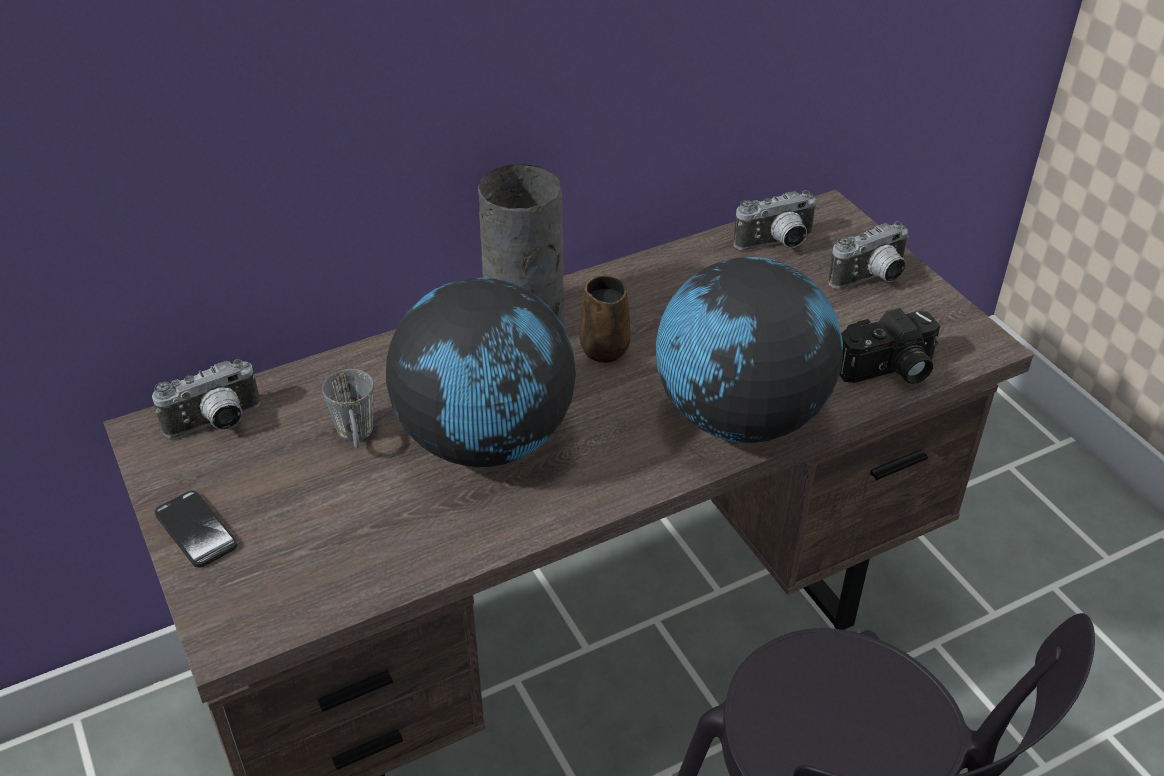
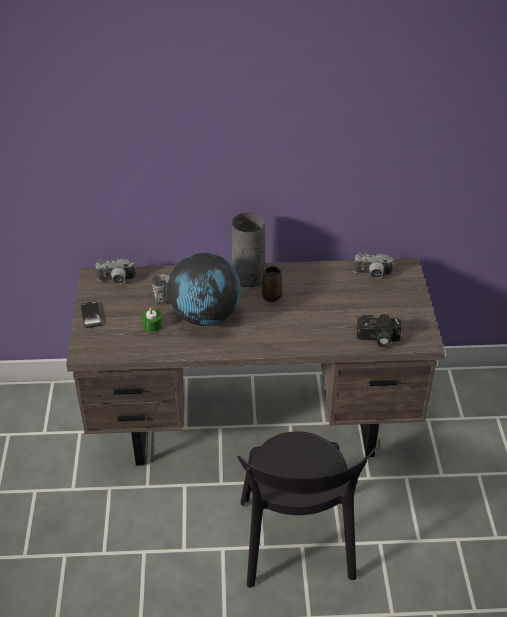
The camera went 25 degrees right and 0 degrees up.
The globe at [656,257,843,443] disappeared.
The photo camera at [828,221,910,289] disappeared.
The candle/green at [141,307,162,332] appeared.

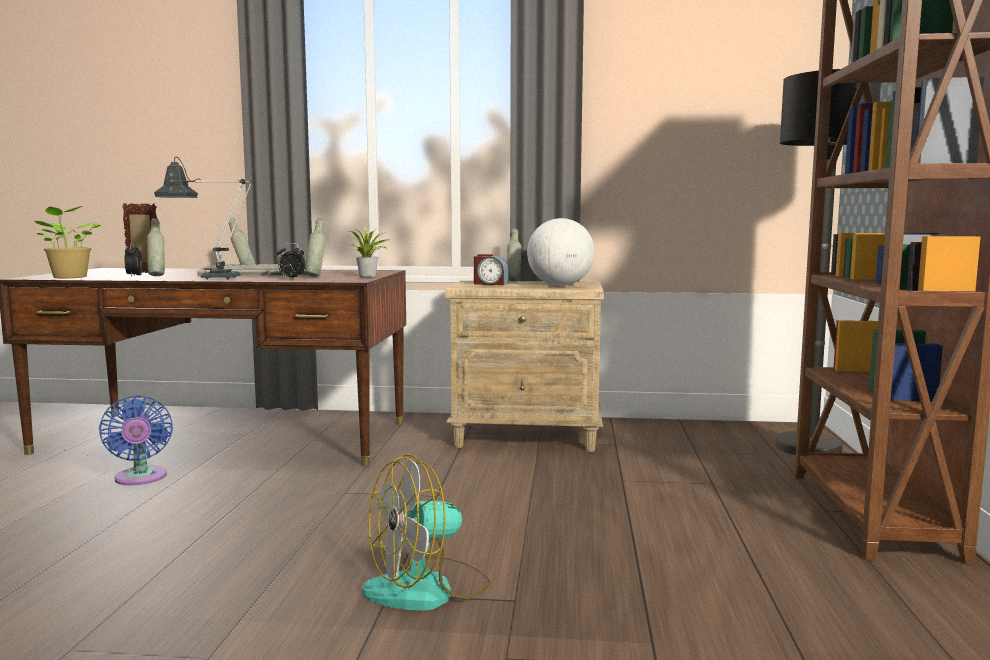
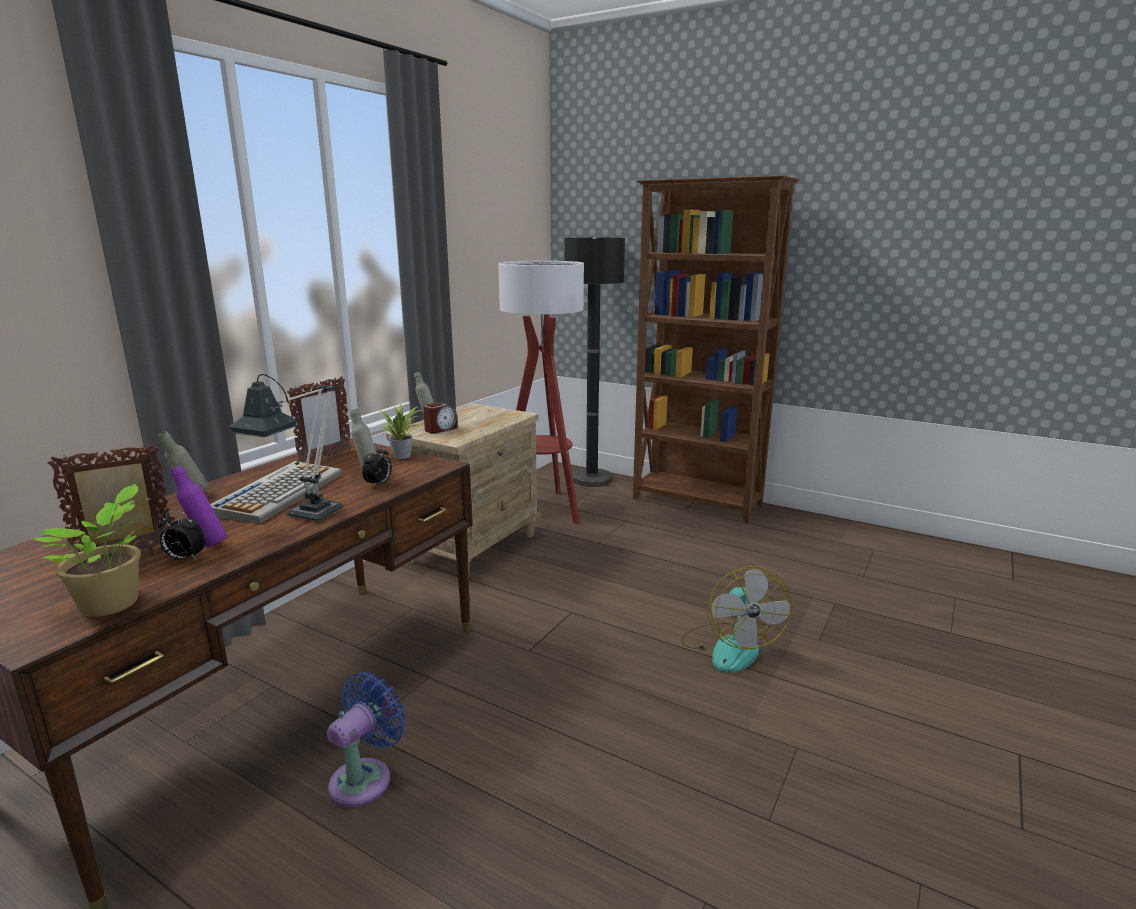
The camera went 65 degrees left and 10 degrees up.
The fan/blue at [99,395,173,486] turned 60 degrees counterclockwise.
The bottle/grey at [147,218,165,276] became the bottle/purple at [171,466,226,547].
The globe at [527,218,595,286] disappeared.
The picture frame at [287,376,352,462] appeared.
The floor lamp at [498,261,584,524] appeared.

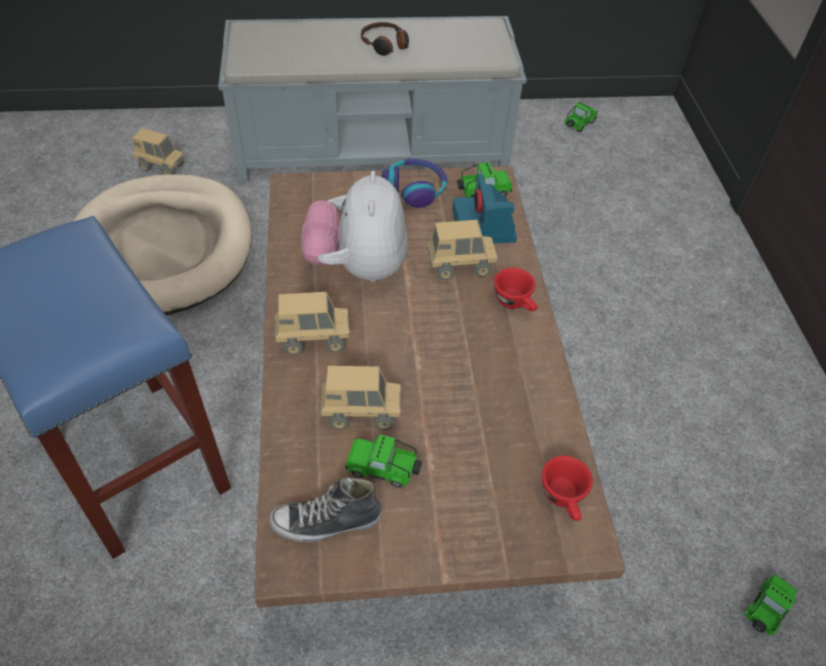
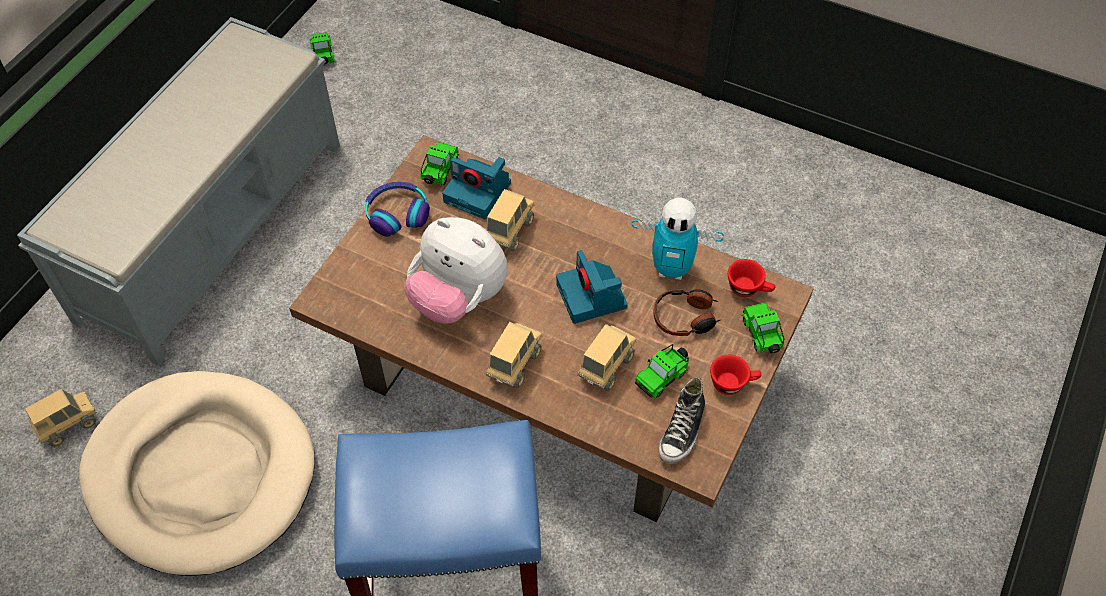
The camera went 55 degrees left and 5 degrees up.
The headphones moved from [361,22,409,56] to [653,289,720,336].
The cup/red moved from [494,268,538,311] to [710,355,761,395].
The toy car moved from [744,574,798,636] to [741,303,785,354].
The photo camera at [556,250,628,324] appeared.
The toy robot at [632,198,724,280] appeared.

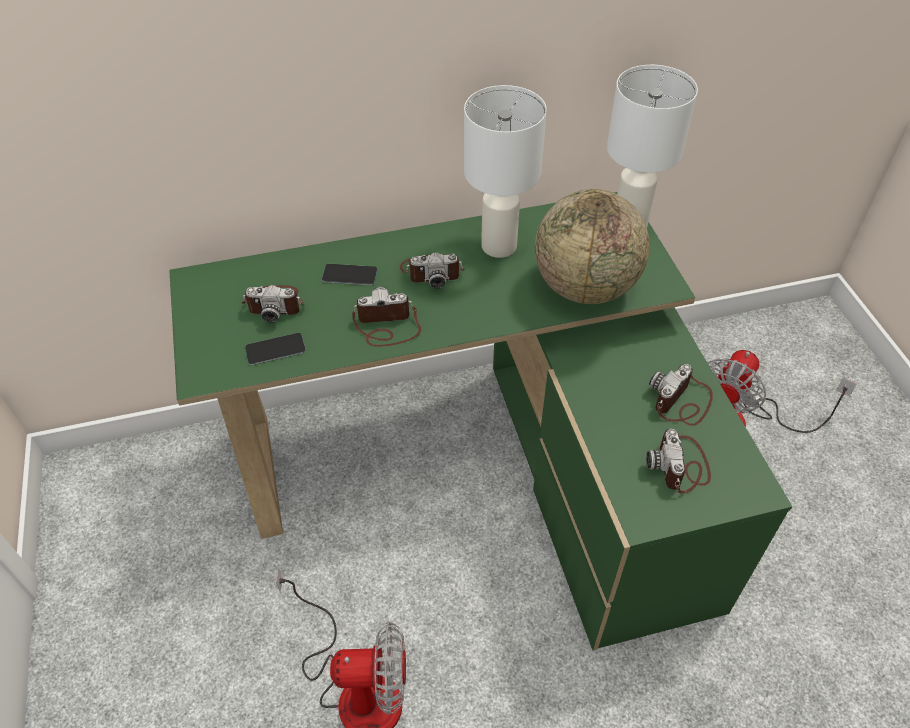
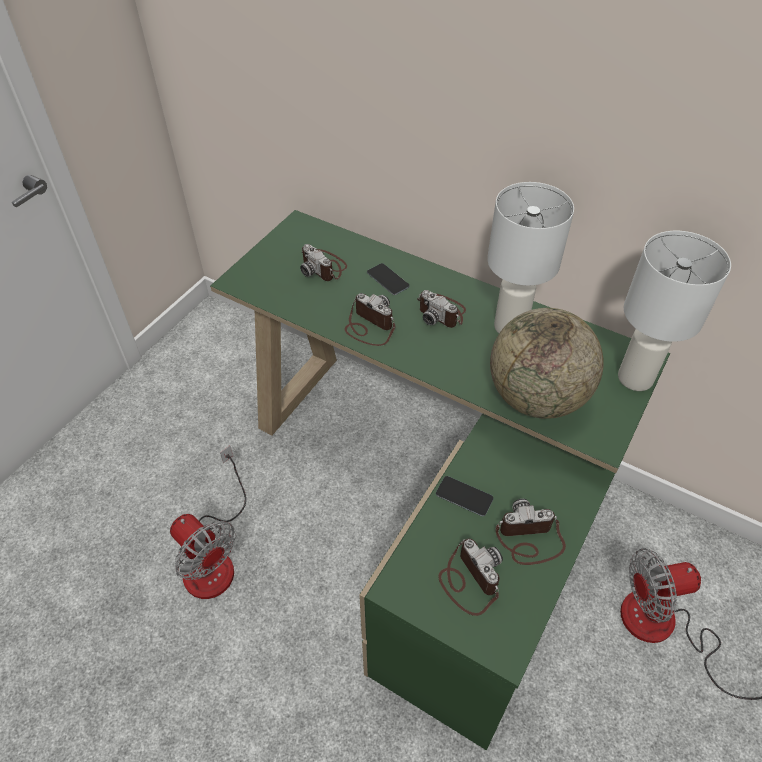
The camera went 45 degrees right and 0 degrees up.
The phone moved from [245,333,306,365] to [436,476,493,516].
The photo camera at [646,429,711,494] turned 105 degrees clockwise.

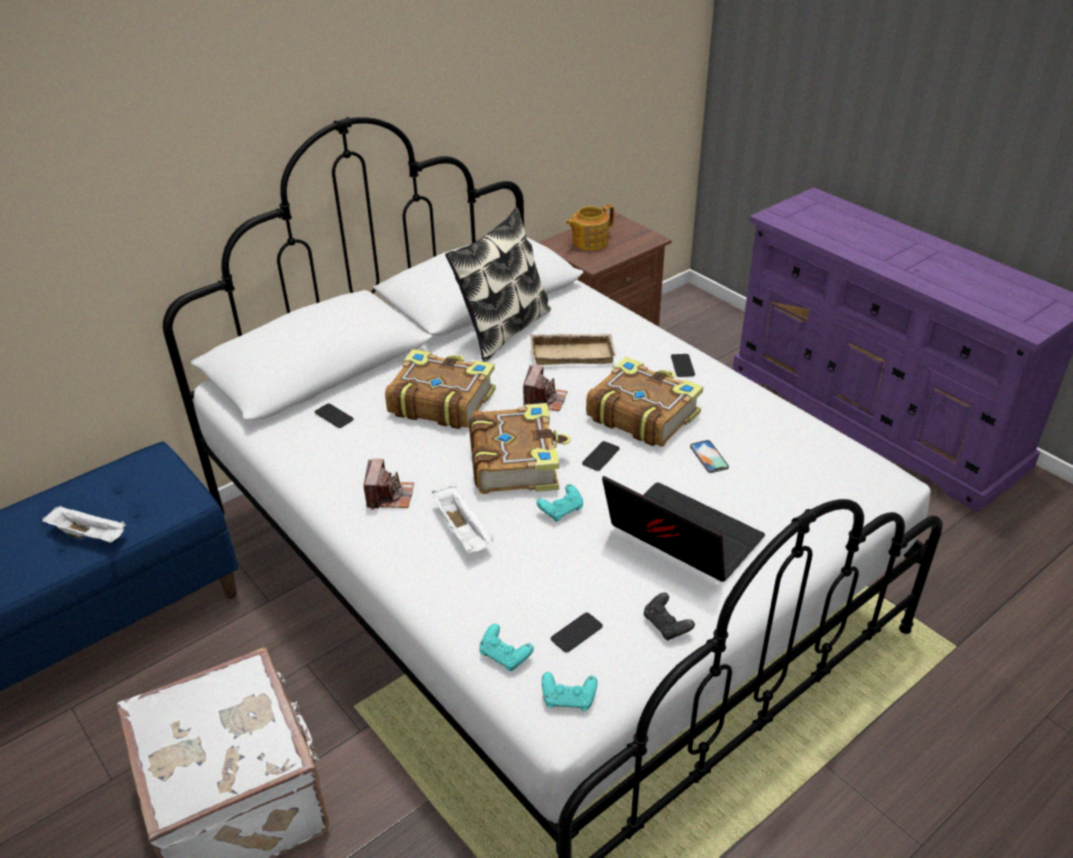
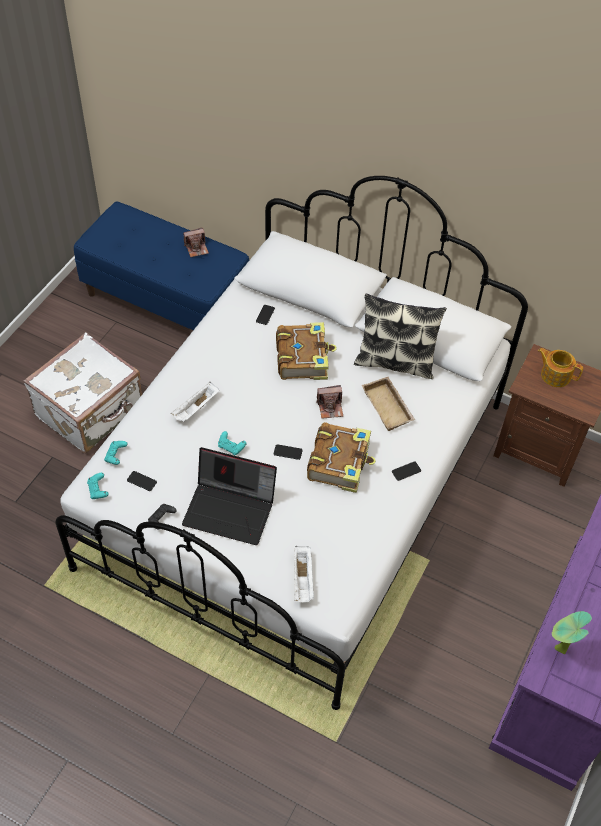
The camera went 65 degrees right and 15 degrees up.
The tray/white moved from [42,506,126,543] to [294,546,314,603].
The photo camera moved from [363,458,414,510] to [183,228,209,257].
The book at [469,403,571,494] disappeared.
The laptop at [602,476,765,582] turned 90 degrees clockwise.
The phone at [690,440,729,473] disappeared.
The potted plant at [552,611,592,654] appeared.

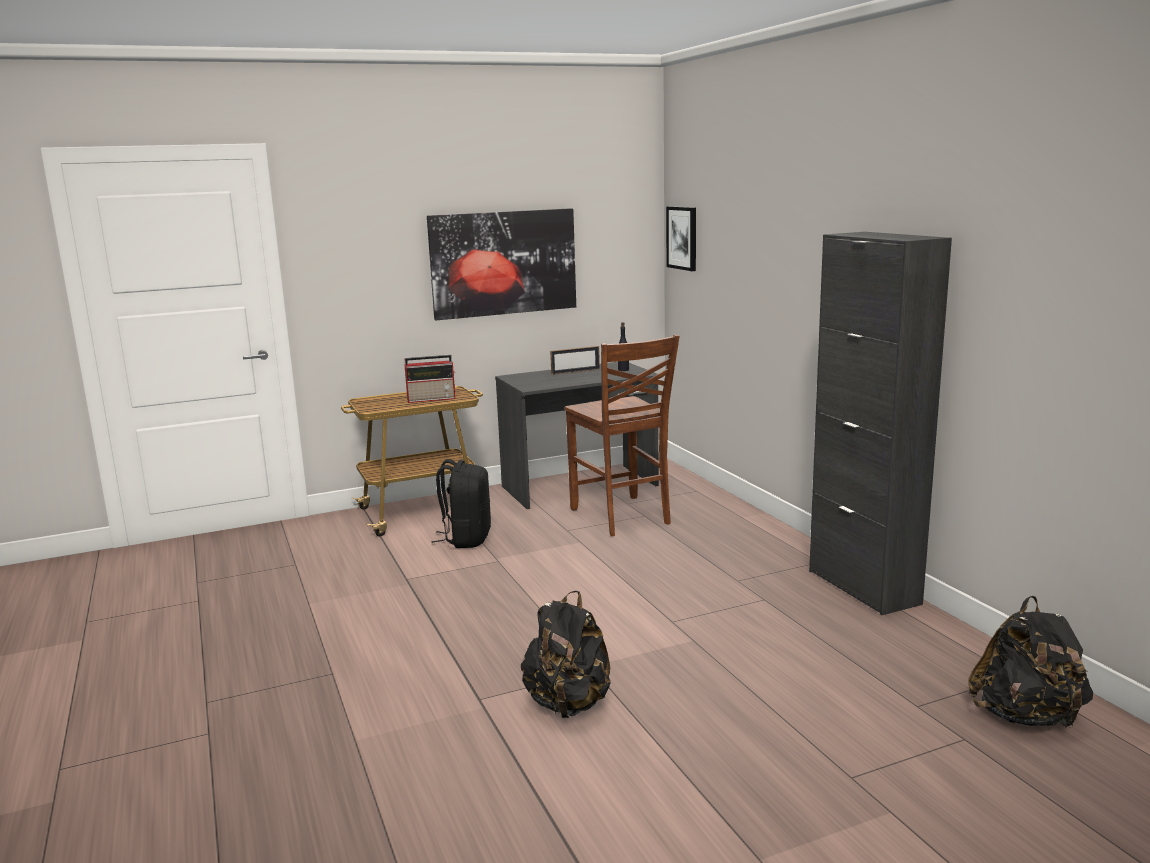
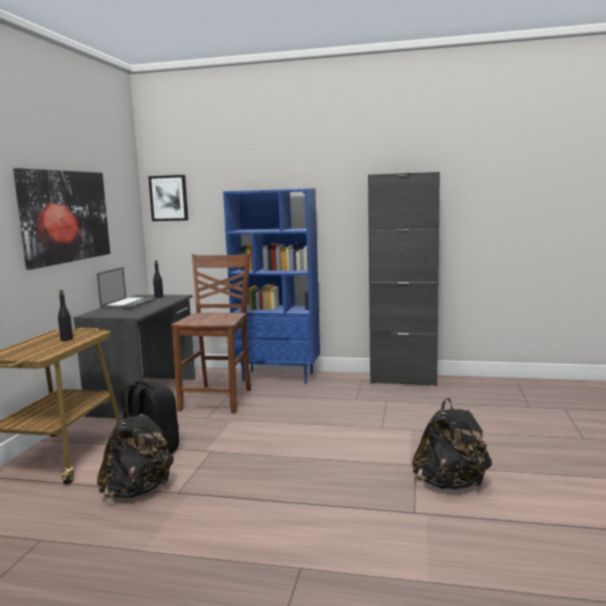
The camera went 55 degrees left and 5 degrees down.
The radio at [404,355,456,403] was replaced by the bottle/black at [58,290,73,341].
The picture frame at [550,346,600,375] was replaced by the laptop at [97,267,157,309].
The chair/brown at [565,335,680,536] turned 90 degrees counterclockwise.
The backpack/black moved from [968,596,1093,728] to [97,408,174,499].
The bookcase/blue at [223,188,320,384] appeared.

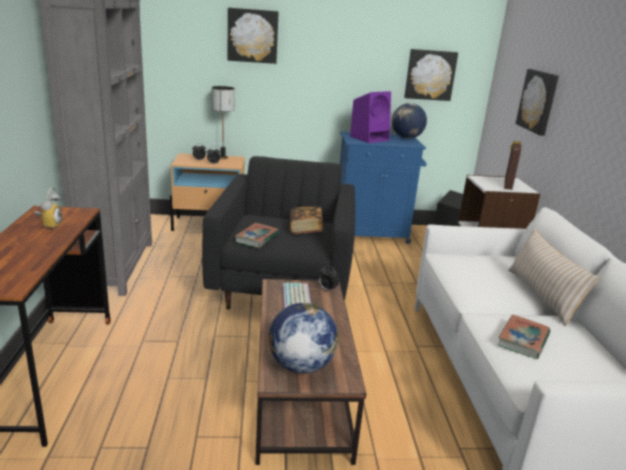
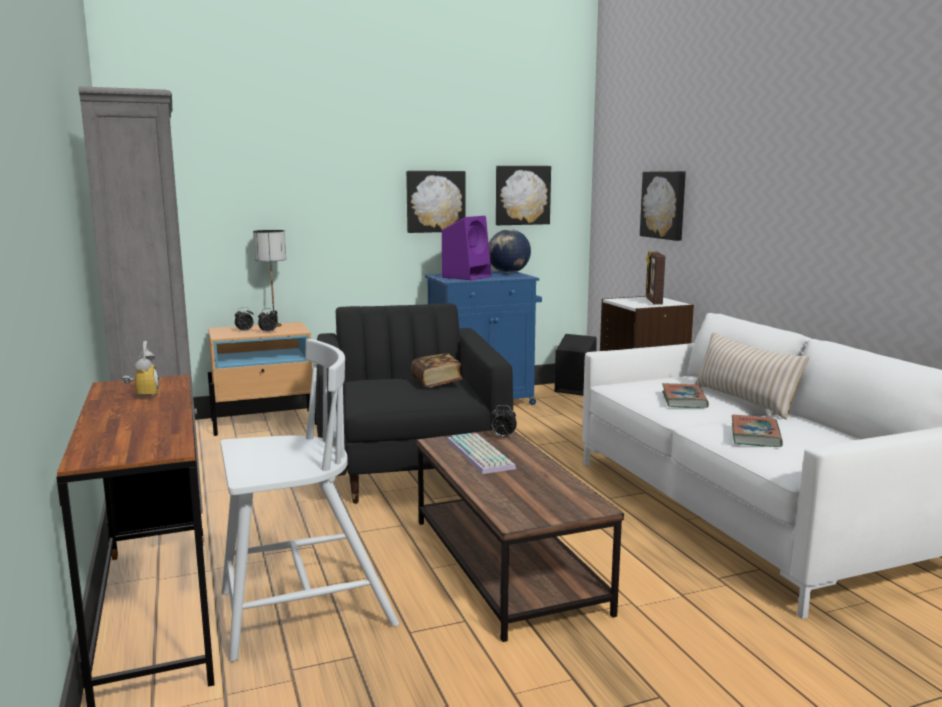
The camera went 15 degrees left and 10 degrees down.
The picture moved from [228,8,279,64] to [406,171,466,233].
The book moved from [235,223,279,248] to [662,383,709,408].
The globe at [268,303,338,374] disappeared.
The chair/white at [220,339,399,661] appeared.

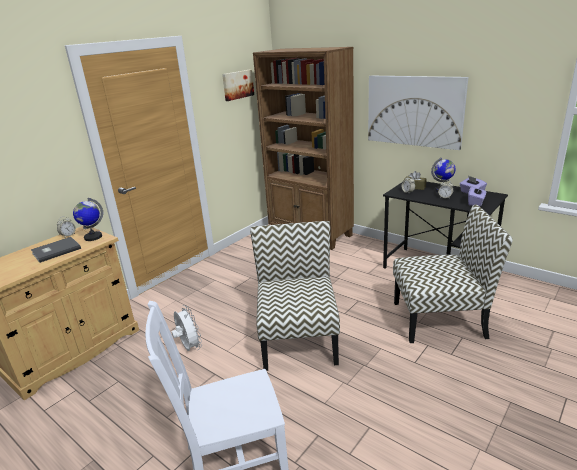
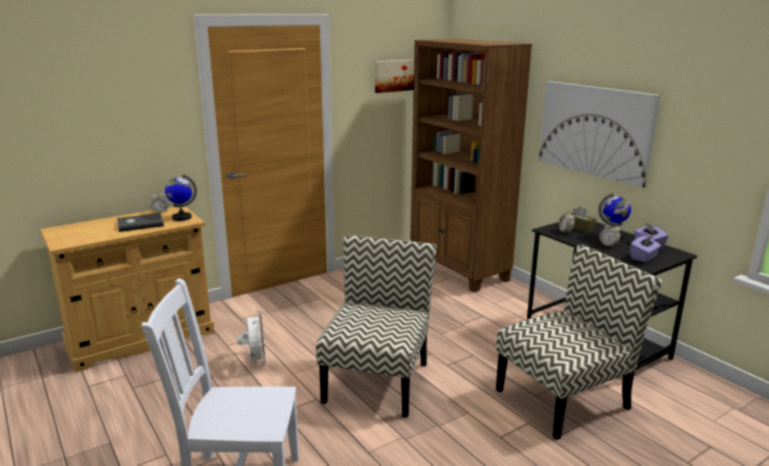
The camera went 15 degrees right and 5 degrees down.
The chair at [393,204,513,343] turned 45 degrees counterclockwise.

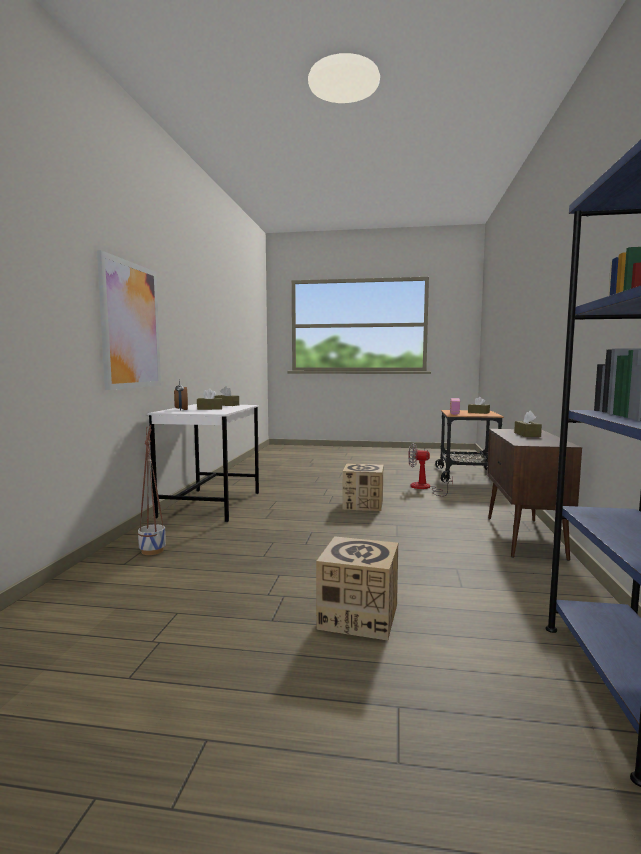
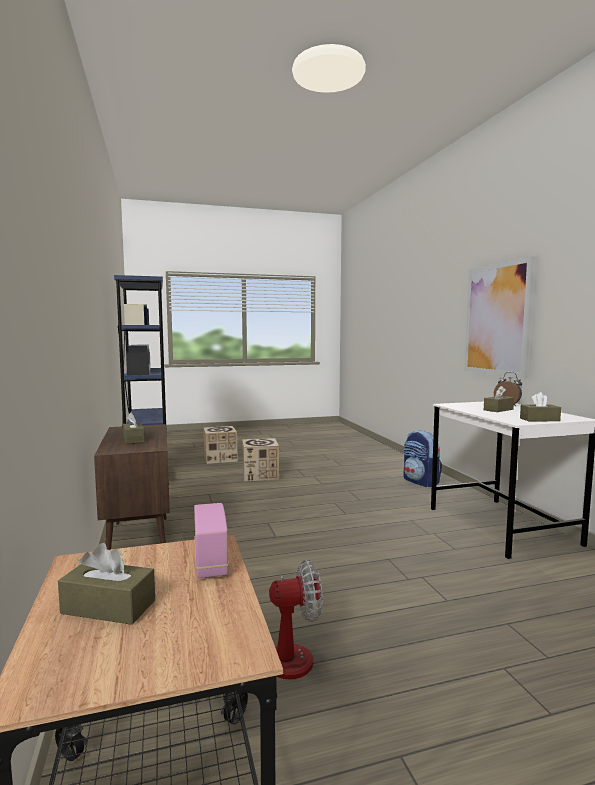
The camera went 155 degrees right and 0 degrees up.
The planter at [138,425,166,555] was replaced by the backpack at [403,430,442,487].
The cardboard box moved from [342,463,383,511] to [203,426,238,464].

